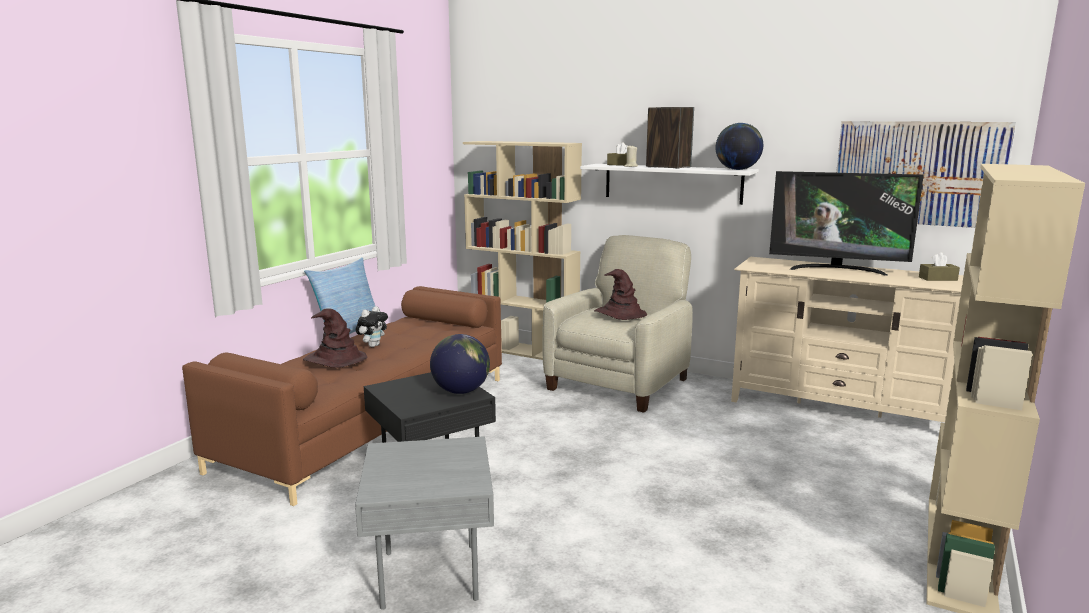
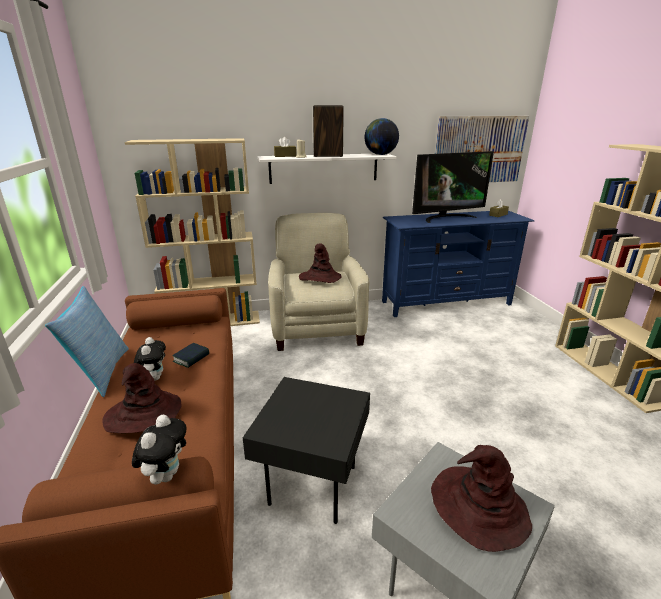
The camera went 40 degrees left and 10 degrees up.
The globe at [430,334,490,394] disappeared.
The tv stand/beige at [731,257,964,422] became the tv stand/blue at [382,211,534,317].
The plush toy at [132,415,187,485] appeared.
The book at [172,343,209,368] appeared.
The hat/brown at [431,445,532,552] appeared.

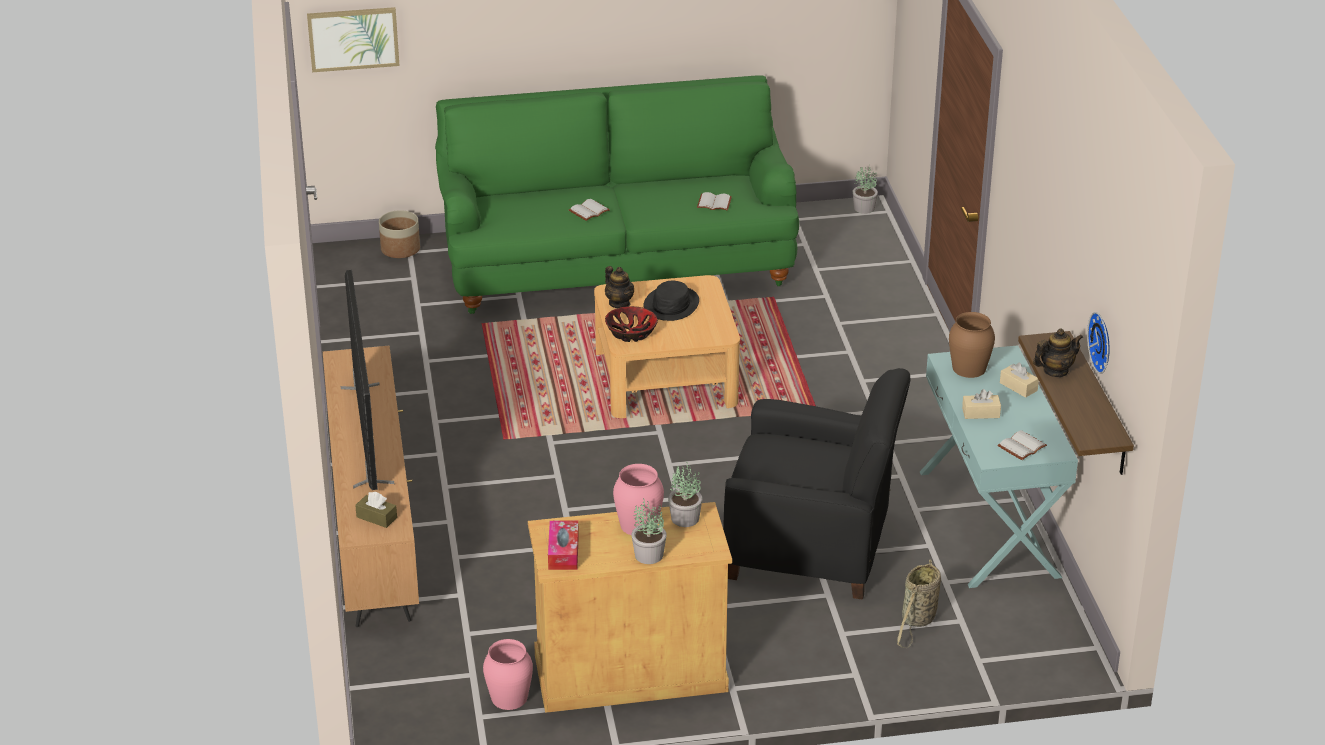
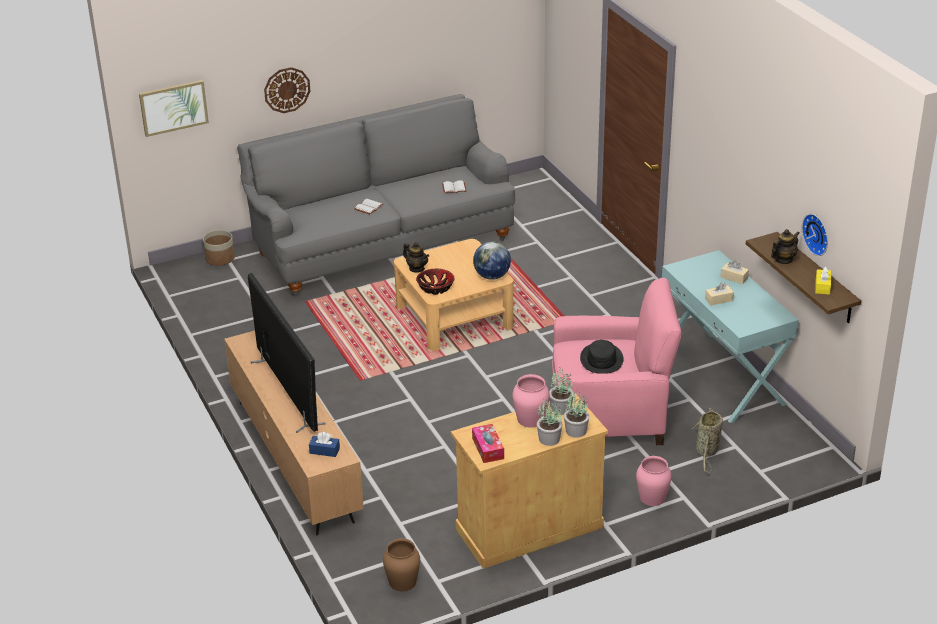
The camera went 15 degrees left and 0 degrees up.
The tissue box/brown at [355,492,397,528] became the tissue box/blue at [309,432,340,457].
The sofa/green at [435,75,799,314] became the sofa/grey at [237,94,515,296].
The vase/pink moved from [483,639,533,710] to [636,456,672,506].
The hat/black moved from [643,281,699,321] to [580,340,624,374].
The armchair/black at [723,368,911,600] became the armchair/pink at [552,278,682,445].
The potted plant moved from [853,165,878,214] to [564,389,589,438].
The vase/brown moved from [949,312,995,378] to [383,538,420,591].
The book/white at [997,430,1047,460] disappeared.
The wall clock at [264,67,311,113] appeared.
The globe at [473,241,511,280] appeared.
The tissue box/yellow at [815,266,831,295] appeared.

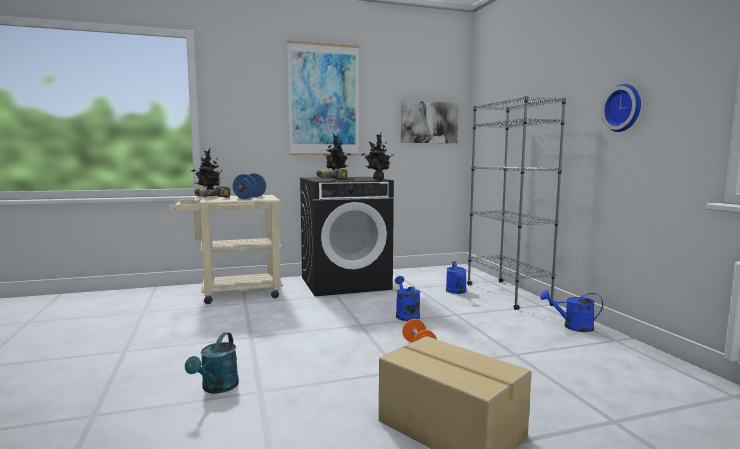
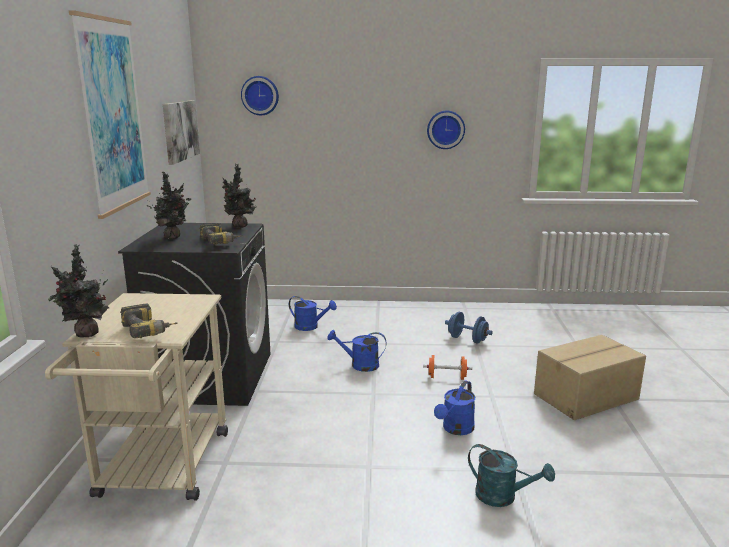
The camera went 70 degrees left and 10 degrees up.
The dumbbell/blue moved from [233,173,266,199] to [445,312,493,344].
The bookcase/grey at [467,96,566,310] disappeared.
The watering can/blue moved from [540,290,603,332] to [434,380,475,435].
The wall clock at [241,76,279,115] appeared.

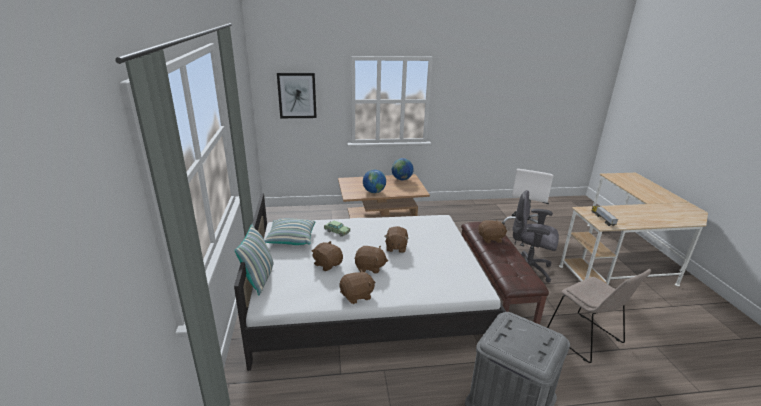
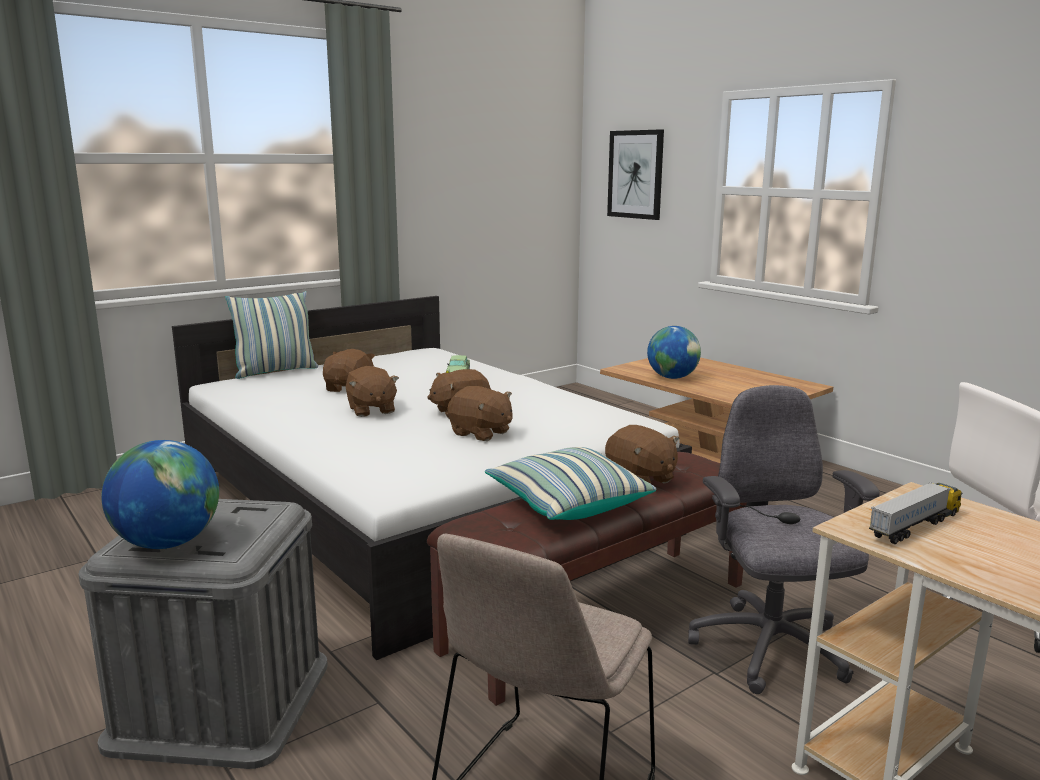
The camera went 60 degrees right and 10 degrees down.
The pillow moved from [264,218,315,245] to [485,447,656,520].
The plush toy/brown moved from [340,270,375,304] to [448,386,513,441].
The globe moved from [392,158,414,180] to [101,440,219,549].

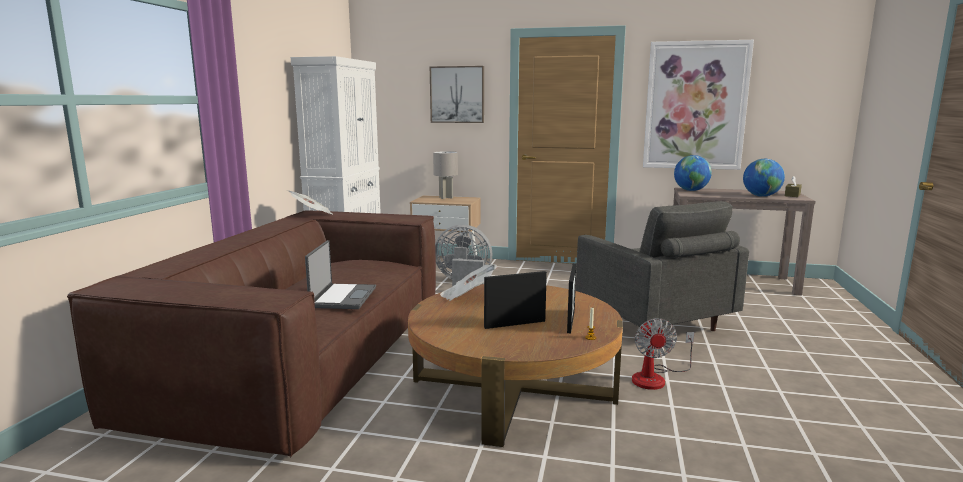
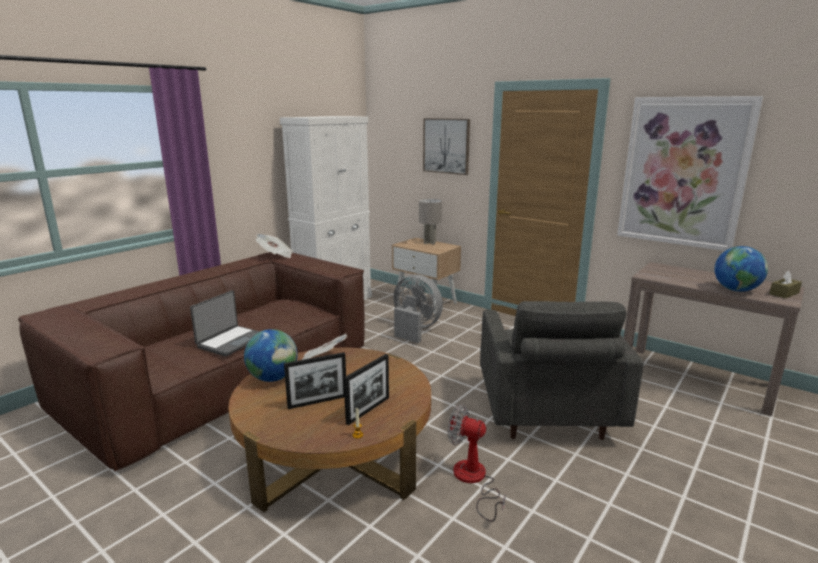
The camera went 25 degrees right and 5 degrees up.
The picture frame at [484,271,547,329] turned 150 degrees clockwise.
The fan at [632,318,694,390] turned 90 degrees clockwise.
The globe moved from [674,155,712,191] to [244,329,298,382].

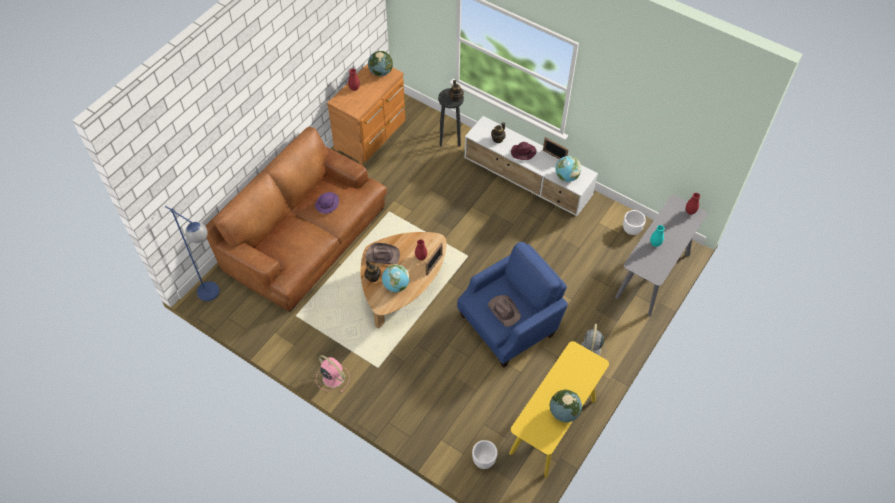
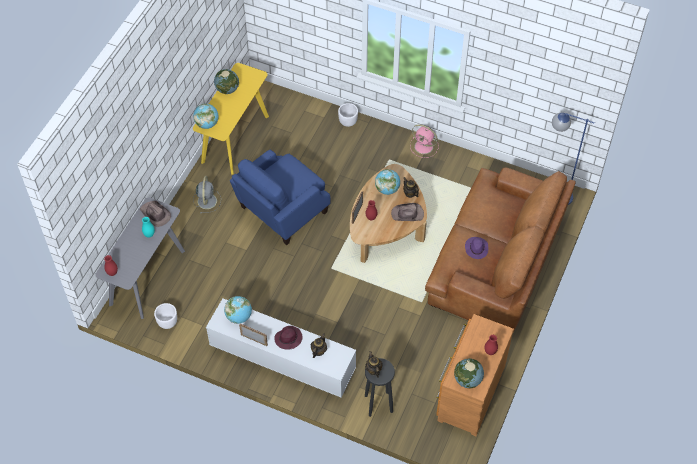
The camera went 170 degrees right and 0 degrees up.
The planter/white moved from [472,440,498,469] to [338,103,358,127].
The hat/brown moved from [488,295,521,327] to [140,201,171,227].
The globe at [193,104,219,129] appeared.

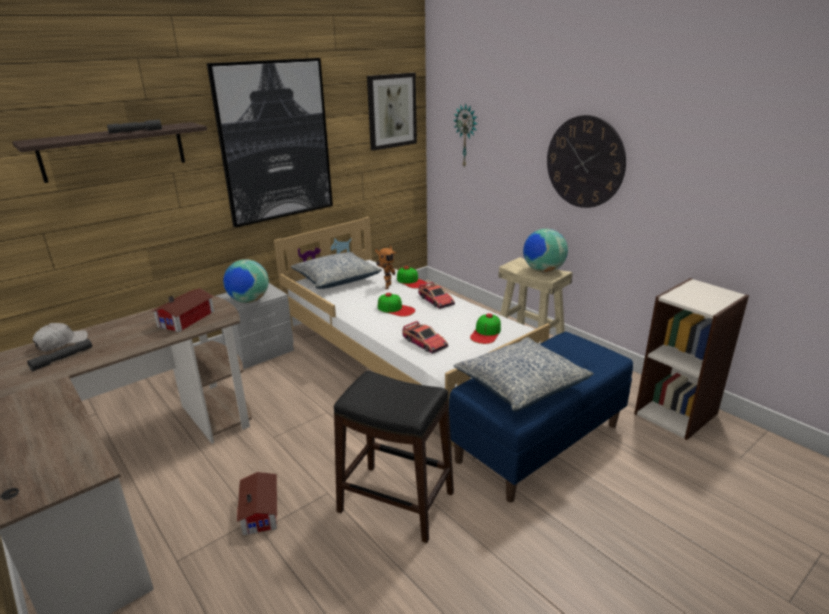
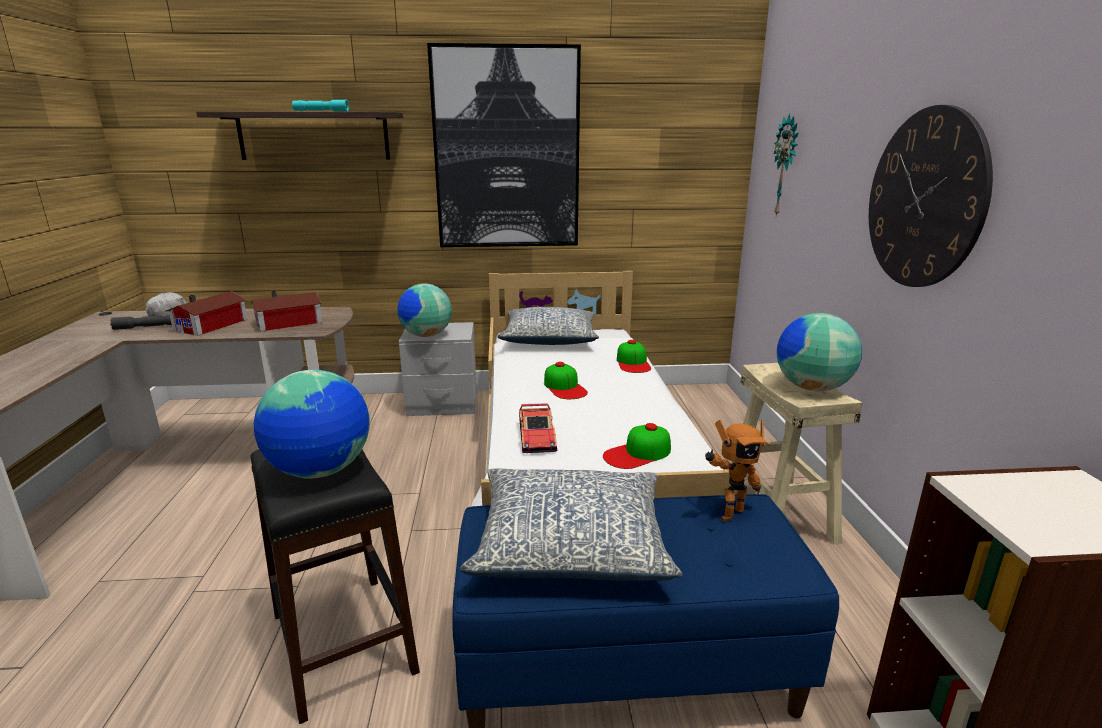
The camera went 35 degrees right and 5 degrees down.
The flashlight/grey at [107,119,162,133] became the flashlight/turquoise at [292,100,349,112].
The toy house moved from [237,472,277,535] to [165,291,247,336].
The picture at [367,73,417,151] disappeared.
The toy robot moved from [375,245,396,290] to [705,420,770,522].
The toy car at [418,282,455,309] disappeared.
The globe at [254,370,369,479] appeared.

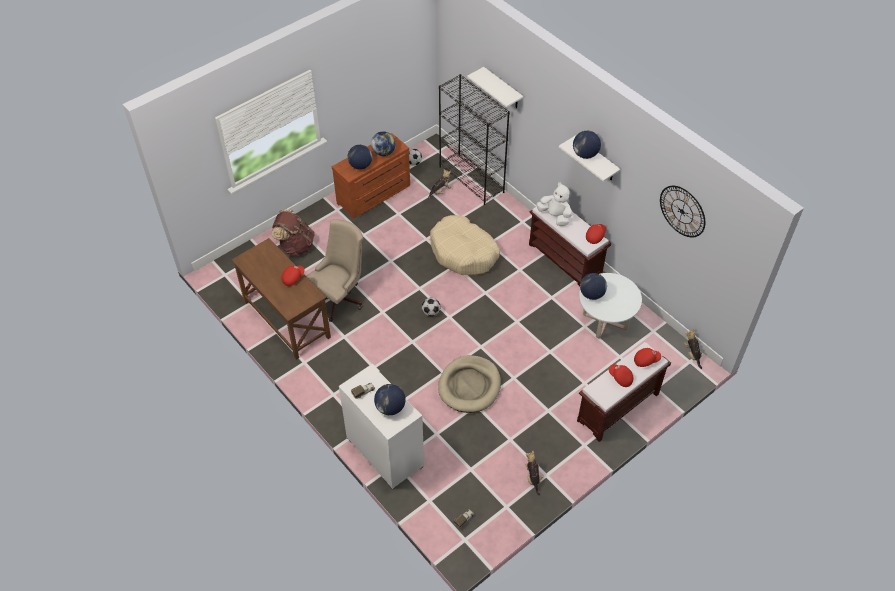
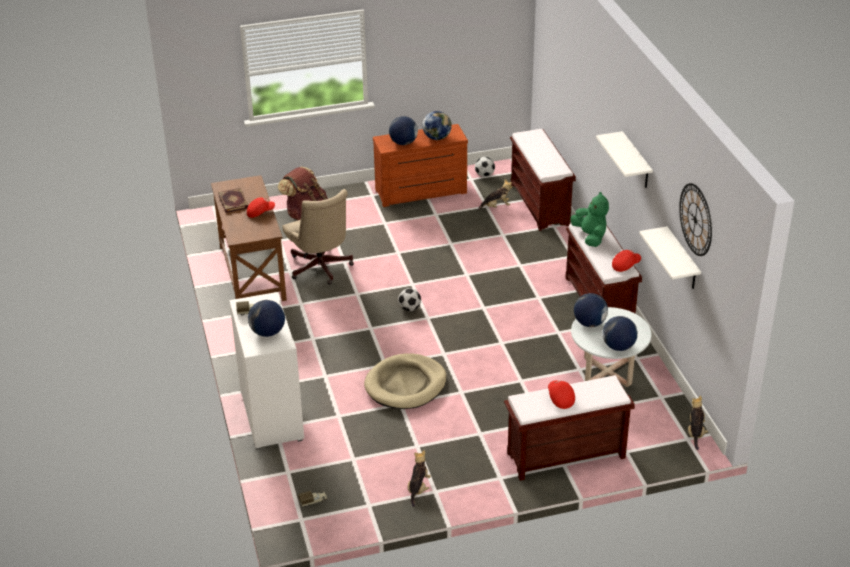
The camera went 25 degrees right and 15 degrees down.
The office chair/beige at [306,219,363,322] turned 90 degrees clockwise.
The dog bed/beige at [430,215,500,275] disappeared.
The bookcase/black at [439,74,510,205] was replaced by the bench/brown at [510,129,576,231].
The shelf/white moved from [467,67,523,108] to [639,226,701,289].
The plush toy/white at [536,182,572,226] became the plush toy/green at [570,192,609,247].
The globe moved from [573,131,601,159] to [602,316,638,351].
The cap/red at [634,348,661,367] disappeared.
The book at [218,188,248,213] appeared.

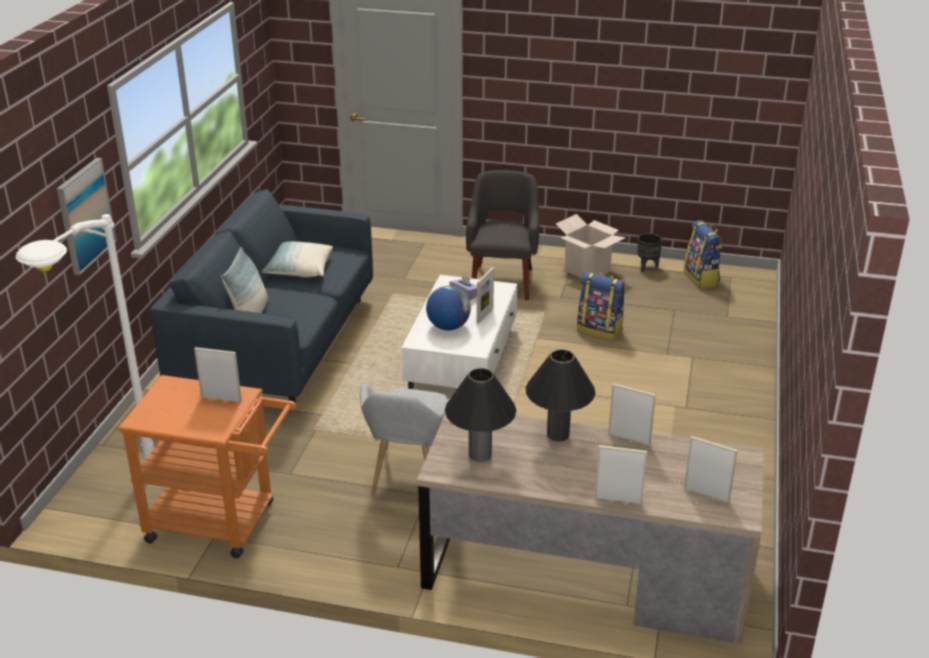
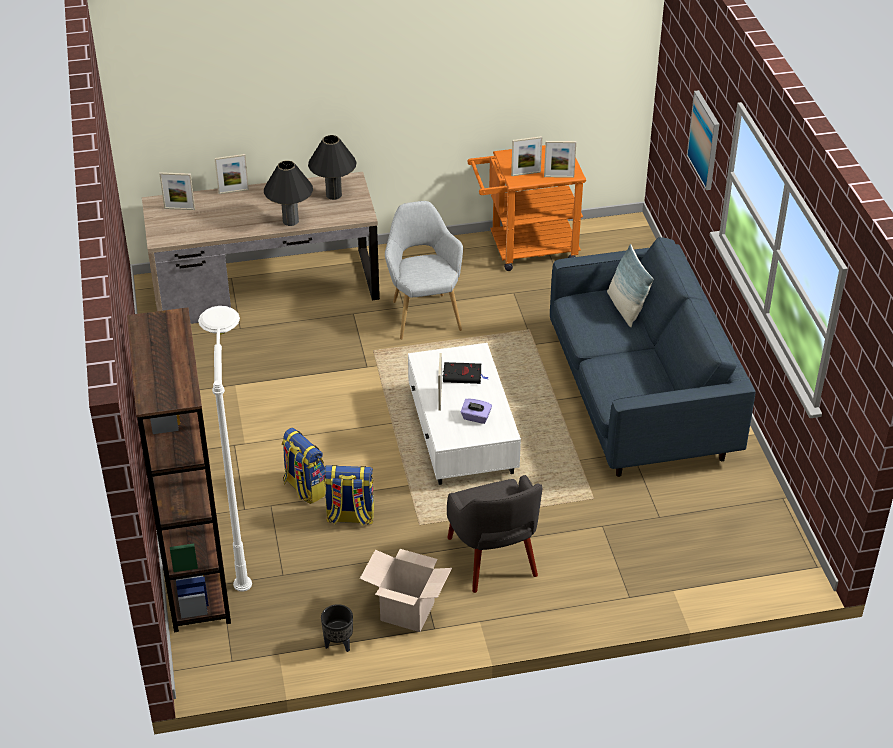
The camera went 155 degrees right and 10 degrees up.
The floor lamp/white moved from [16,214,154,461] to [198,306,252,592].
The pillow at [261,241,333,277] disappeared.
The globe at [426,286,471,330] was replaced by the book/black at [442,362,488,384].
The picture frame moved from [608,383,656,446] to [544,141,576,178].
The backpack moved from [684,220,723,288] to [281,428,326,504].
The bookcase/brown at [127,307,231,633] appeared.

